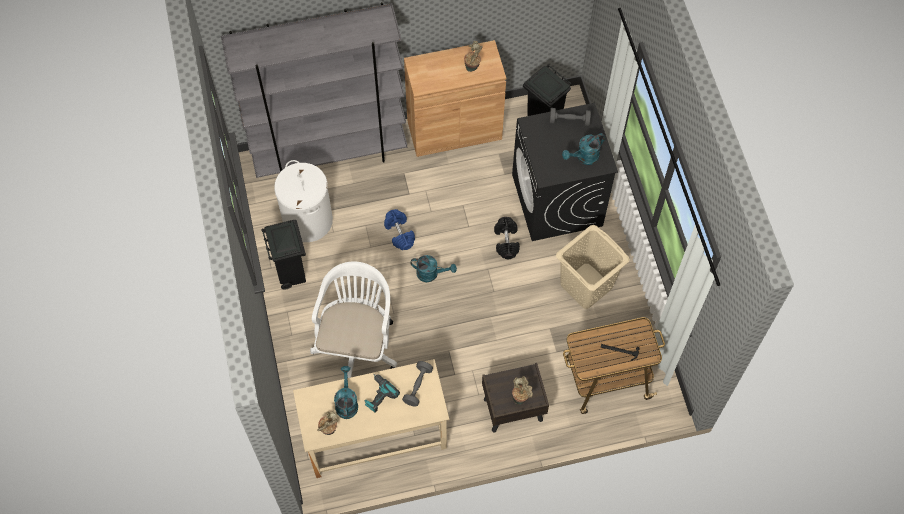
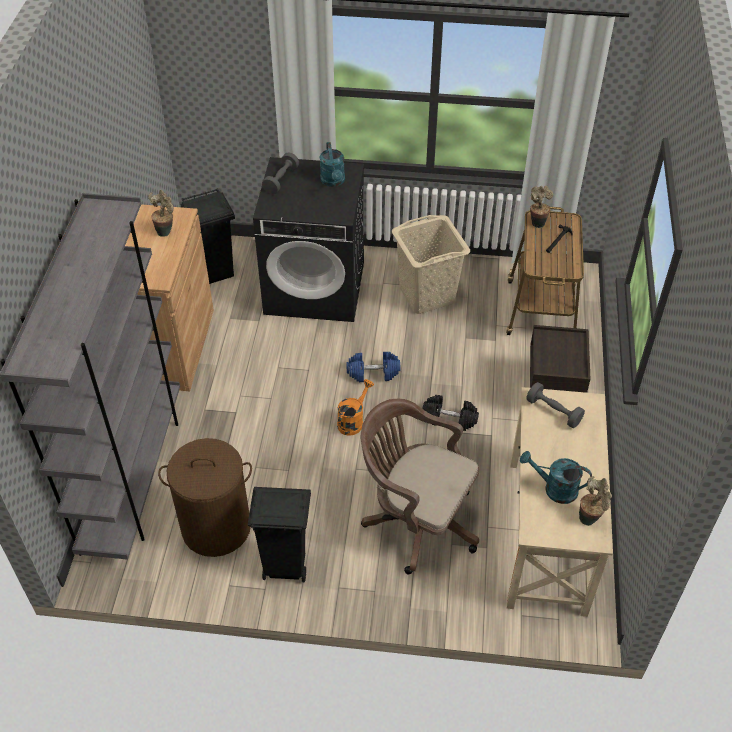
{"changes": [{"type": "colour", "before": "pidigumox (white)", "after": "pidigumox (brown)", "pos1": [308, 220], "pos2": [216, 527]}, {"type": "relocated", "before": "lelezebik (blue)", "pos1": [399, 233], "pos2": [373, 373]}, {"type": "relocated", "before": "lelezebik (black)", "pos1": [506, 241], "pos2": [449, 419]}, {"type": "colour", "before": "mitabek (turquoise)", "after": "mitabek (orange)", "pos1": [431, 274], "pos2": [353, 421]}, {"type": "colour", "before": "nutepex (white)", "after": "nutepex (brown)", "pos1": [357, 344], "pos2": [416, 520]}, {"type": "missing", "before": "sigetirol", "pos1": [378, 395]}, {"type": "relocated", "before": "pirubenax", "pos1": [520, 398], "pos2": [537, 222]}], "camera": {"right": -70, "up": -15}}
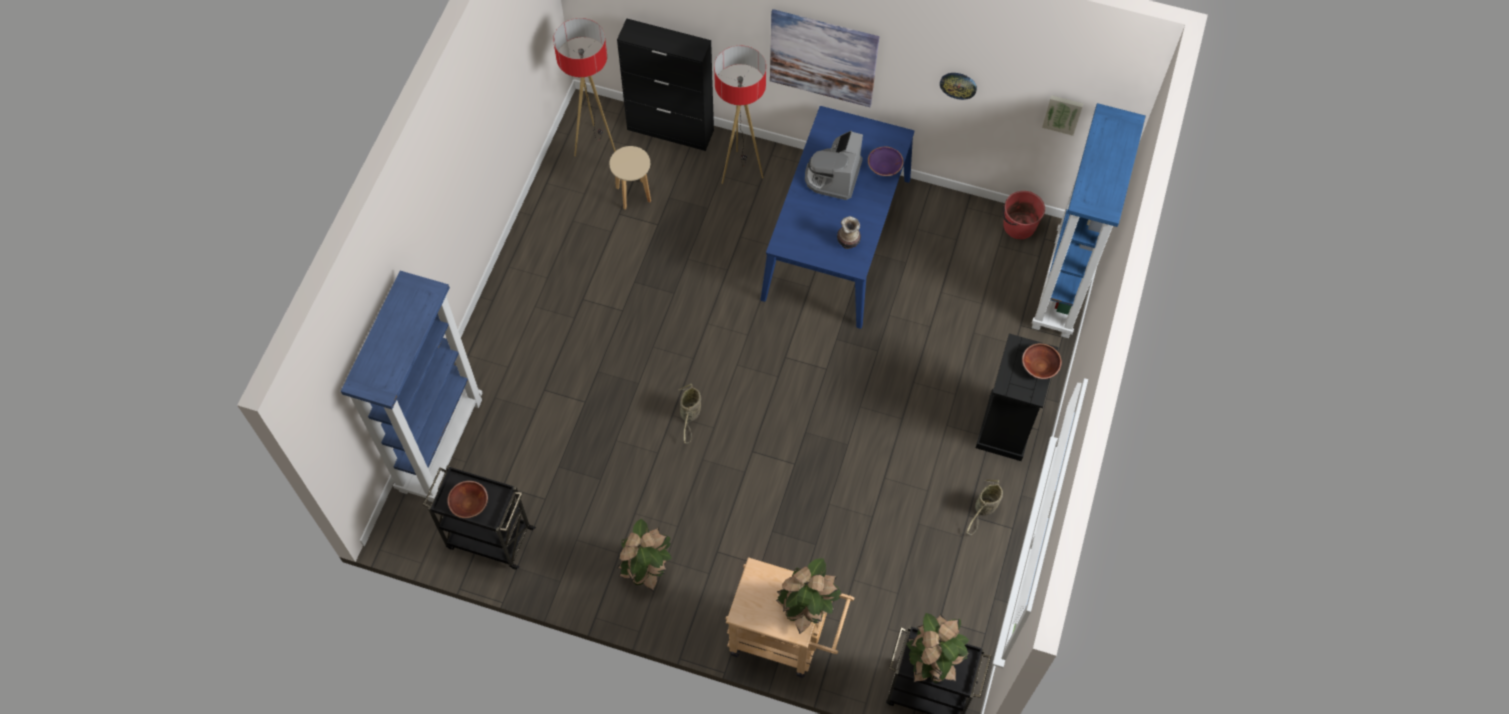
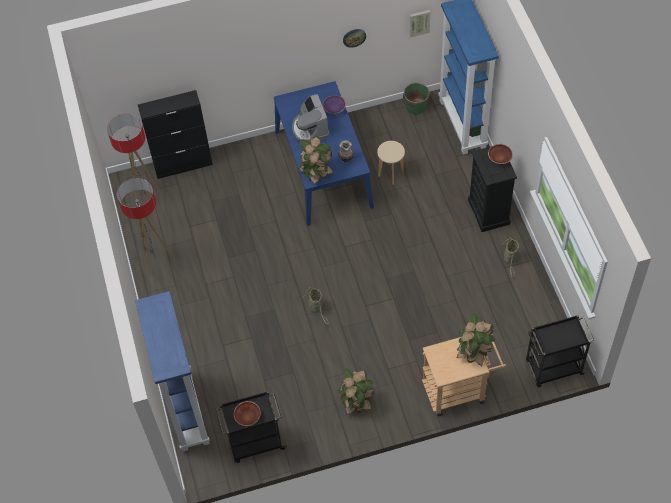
{"changes": [{"type": "missing", "before": "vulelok", "pos1": [823, 57]}, {"type": "relocated", "before": "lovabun", "pos1": [740, 170], "pos2": [155, 260]}, {"type": "relocated", "before": "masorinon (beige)", "pos1": [633, 195], "pos2": [391, 174]}, {"type": "colour", "before": "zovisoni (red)", "after": "zovisoni (green)", "pos1": [1018, 225], "pos2": [415, 106]}, {"type": "relocated", "before": "pirubenax", "pos1": [932, 661], "pos2": [317, 173]}], "camera": {"right": -30, "up": -5}}
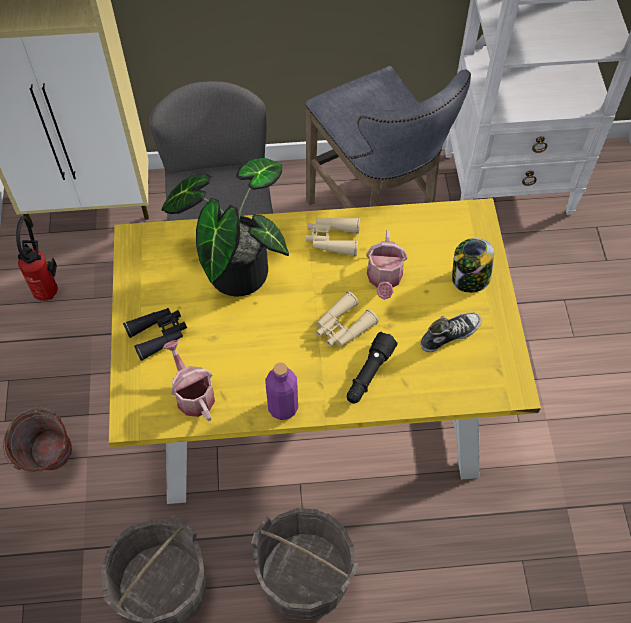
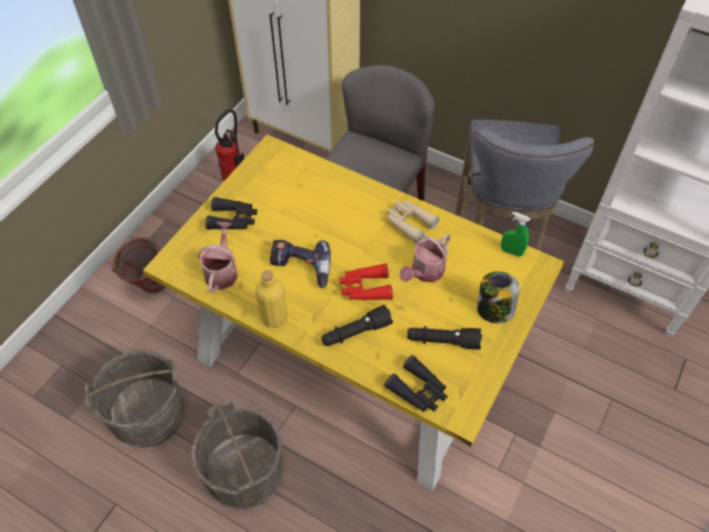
{"changes": [{"type": "missing", "before": "pirubenax", "pos1": [234, 266]}, {"type": "colour", "before": "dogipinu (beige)", "after": "dogipinu (red)", "pos1": [343, 327], "pos2": [365, 288]}, {"type": "exchanged", "before": "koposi", "after": "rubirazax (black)", "pos1": [449, 334], "pos2": [442, 341]}, {"type": "colour", "before": "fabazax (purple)", "after": "fabazax (yellow)", "pos1": [283, 407], "pos2": [274, 317]}, {"type": "appeared", "after": "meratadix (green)", "pos2": [511, 252]}, {"type": "appeared", "after": "sigetirol", "pos2": [301, 268]}, {"type": "appeared", "after": "dogipinu (black)", "pos2": [418, 390]}], "camera": {"right": 35, "up": -5}}
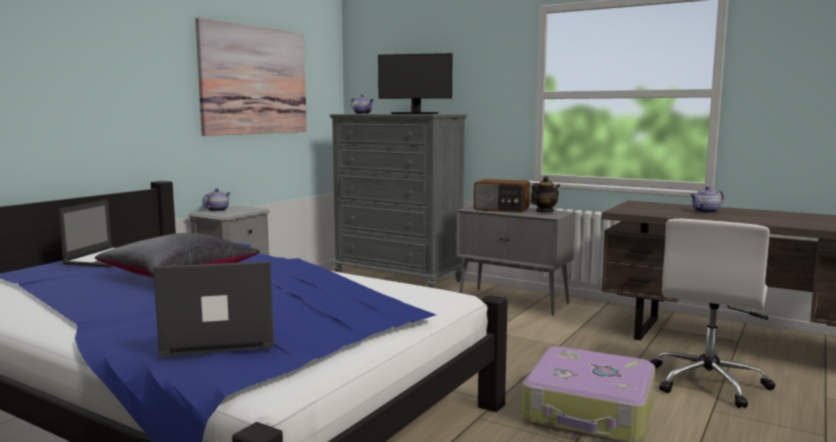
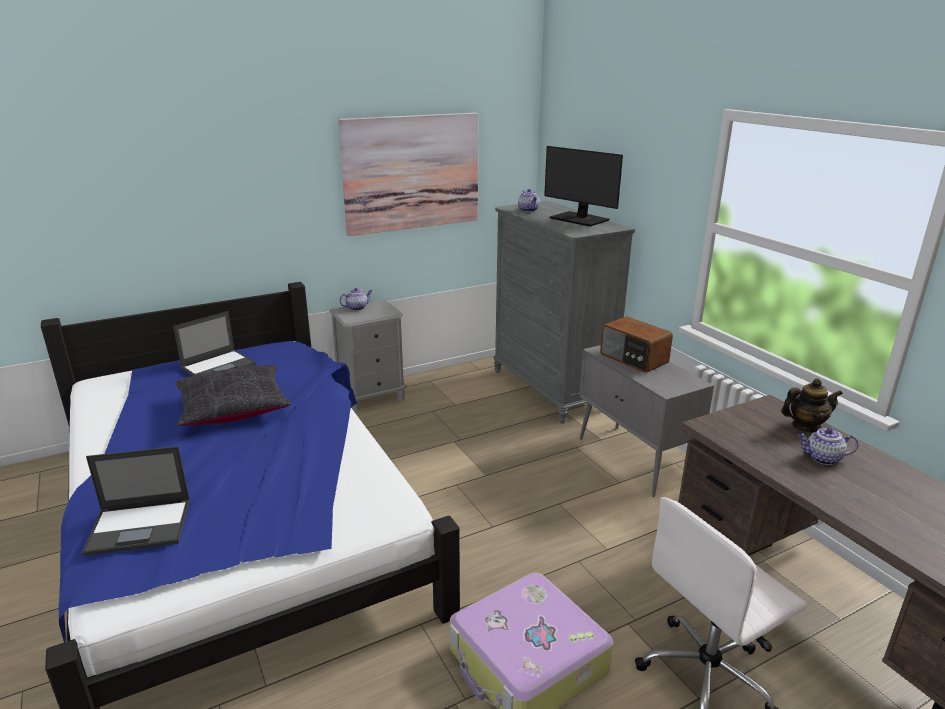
{"changes": [{"type": "relocated", "before": "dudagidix", "pos1": [544, 211], "pos2": [805, 426]}, {"type": "spun", "before": "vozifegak", "pos1": [218, 337], "pos2": [141, 526], "turn": 150}], "camera": {"right": 30, "up": 15}}
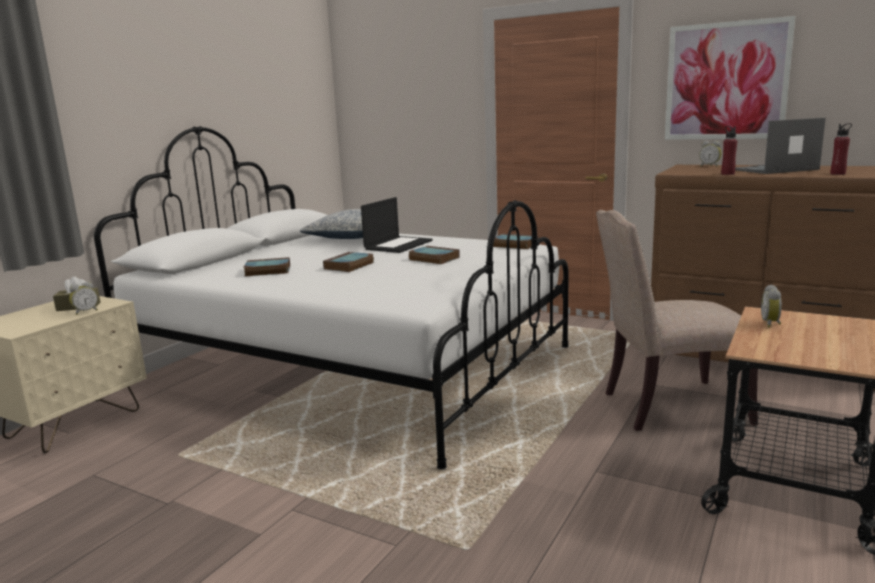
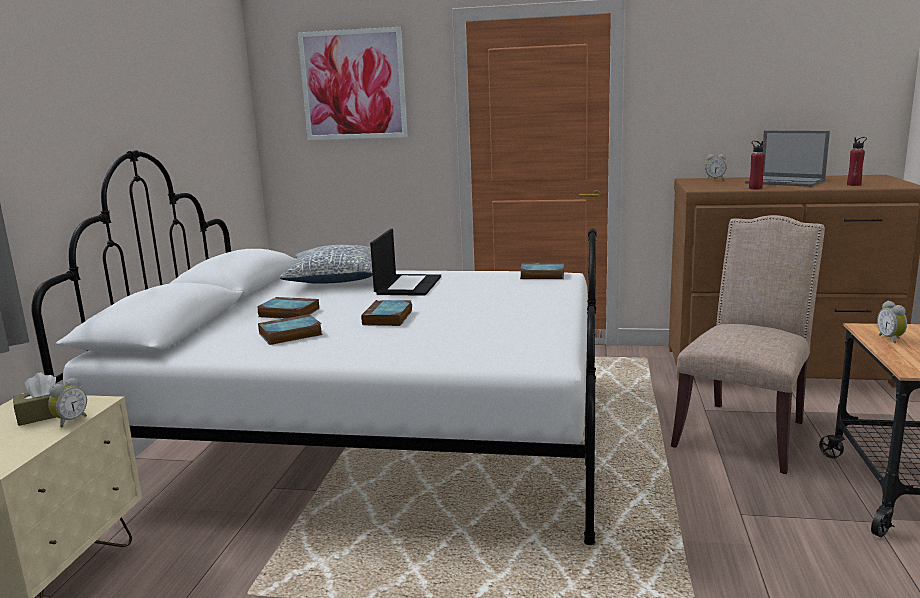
{"changes": [{"type": "relocated", "before": "vulelok", "pos1": [726, 81], "pos2": [353, 85]}, {"type": "spun", "before": "vozifegak", "pos1": [774, 169], "pos2": [786, 182], "turn": -105}, {"type": "spun", "before": "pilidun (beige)", "pos1": [668, 407], "pos2": [744, 432], "turn": 150}, {"type": "relocated", "before": "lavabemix", "pos1": [433, 259], "pos2": [287, 313]}], "camera": {"right": -20, "up": 0}}
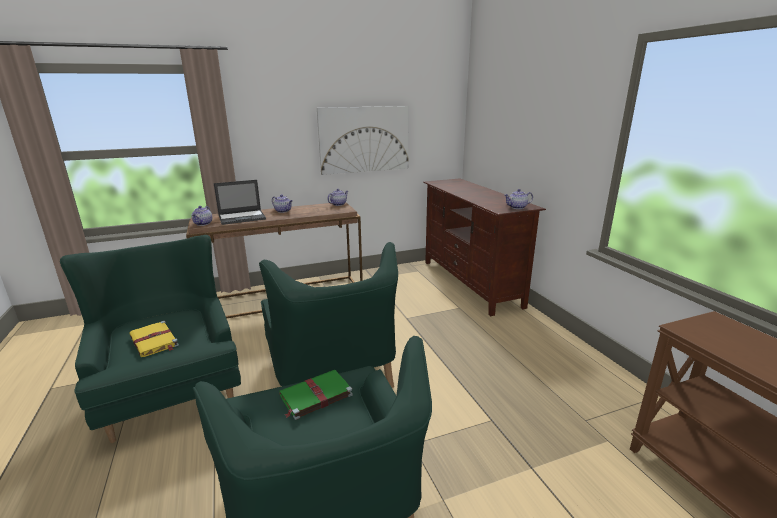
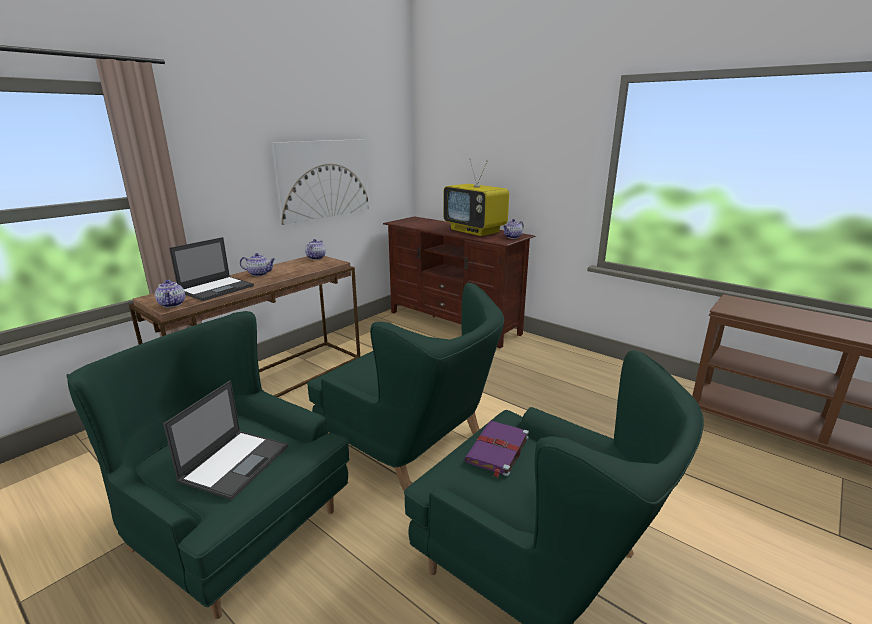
{"changes": [{"type": "exchanged", "before": "lavabemix (yellow)", "after": "vozifegak", "pos1": [154, 341], "pos2": [235, 462]}, {"type": "colour", "before": "lavabemix (green)", "after": "lavabemix (purple)", "pos1": [315, 395], "pos2": [497, 450]}, {"type": "appeared", "after": "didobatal", "pos2": [475, 231]}], "camera": {"right": -30, "up": 0}}
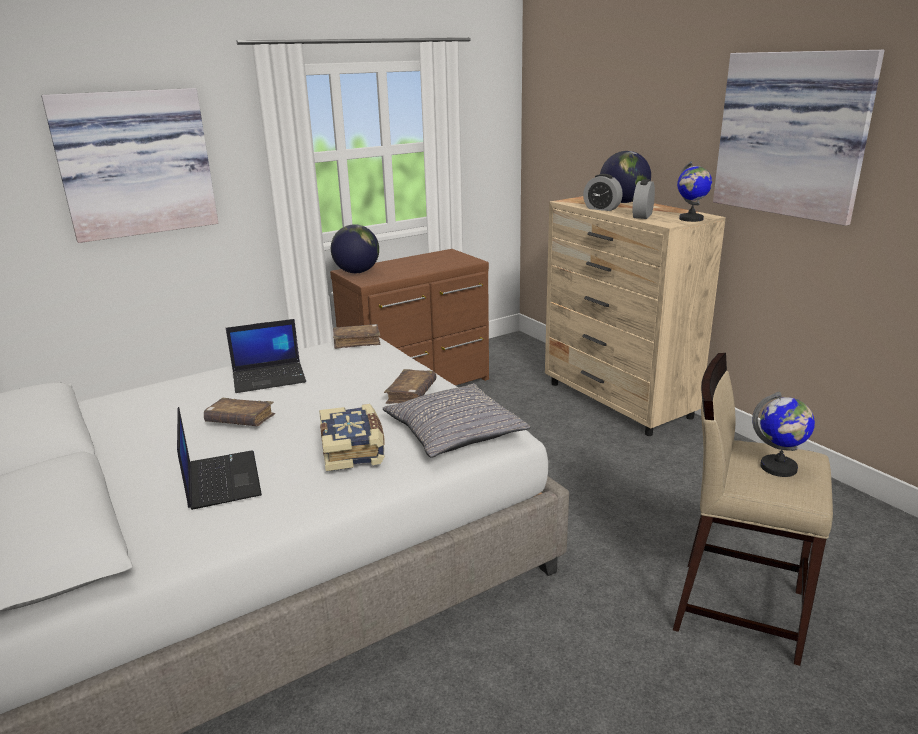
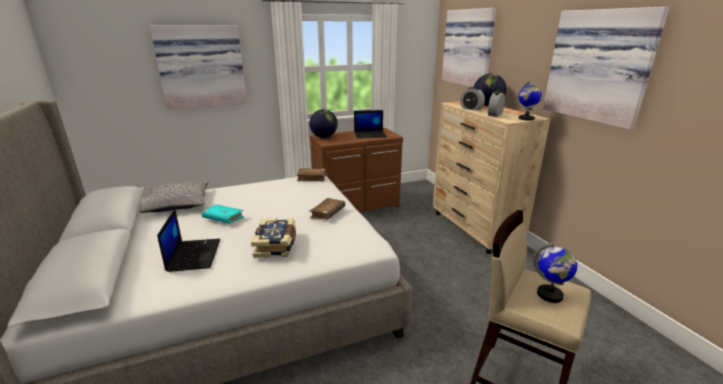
{"changes": [{"type": "relocated", "before": "vozifegak", "pos1": [270, 377], "pos2": [370, 135]}, {"type": "relocated", "before": "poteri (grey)", "pos1": [454, 432], "pos2": [178, 204]}, {"type": "colour", "before": "lavabemix (brown)", "after": "lavabemix (turquoise)", "pos1": [240, 420], "pos2": [223, 219]}, {"type": "appeared", "after": "vulelok", "pos2": [469, 48]}], "camera": {"right": 10, "up": 0}}
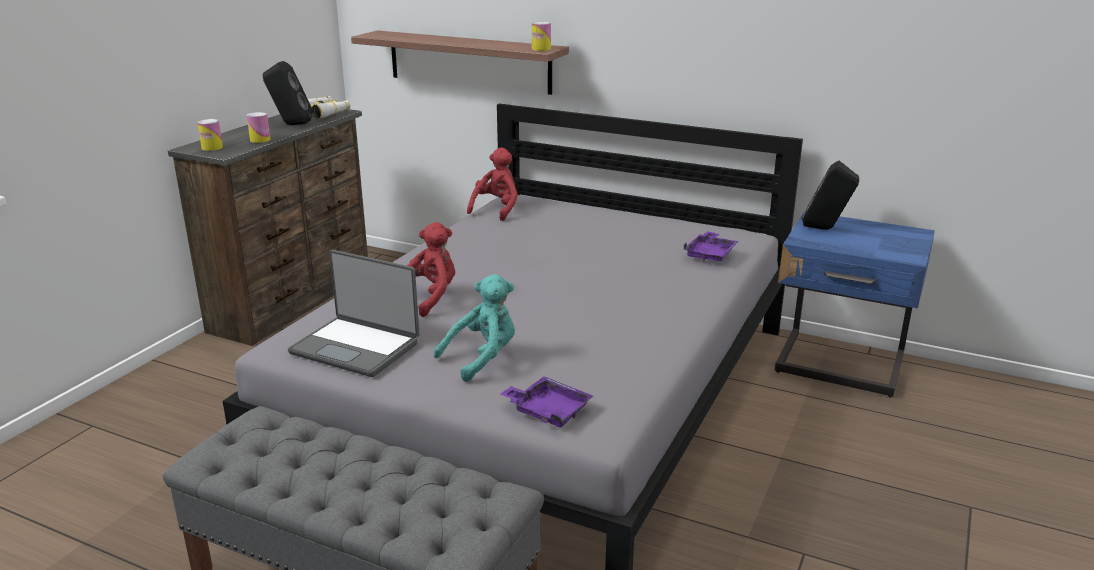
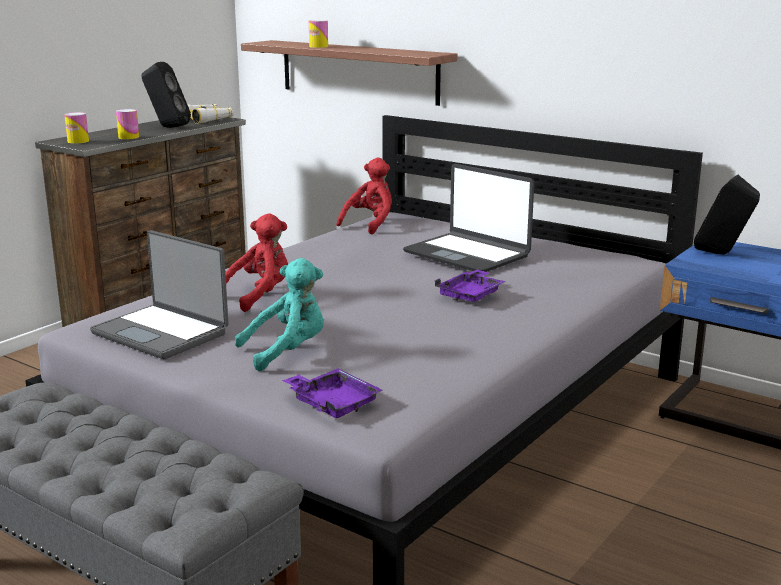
{"changes": [{"type": "relocated", "before": "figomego", "pos1": [541, 49], "pos2": [318, 46]}, {"type": "relocated", "before": "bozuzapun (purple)", "pos1": [710, 254], "pos2": [471, 295]}, {"type": "appeared", "after": "vozifegak", "pos2": [467, 254]}], "camera": {"right": 10, "up": -5}}
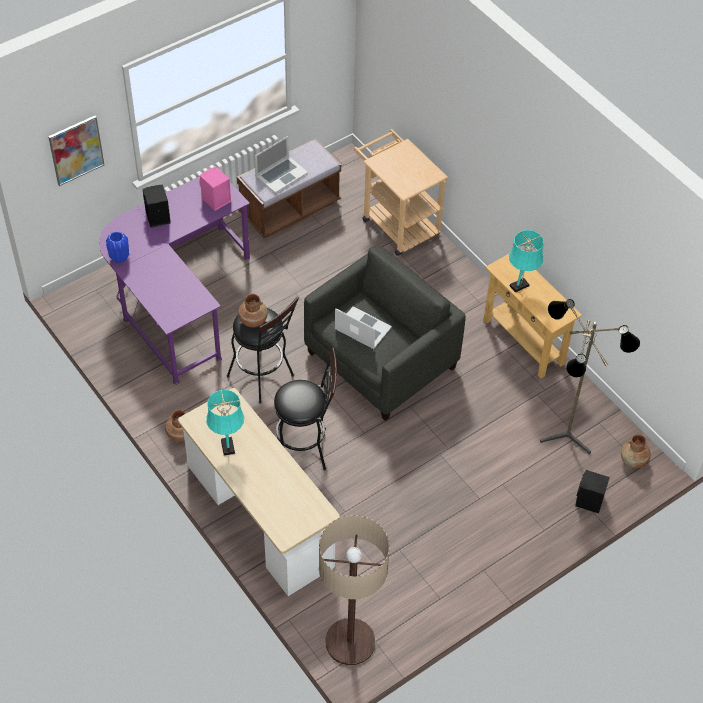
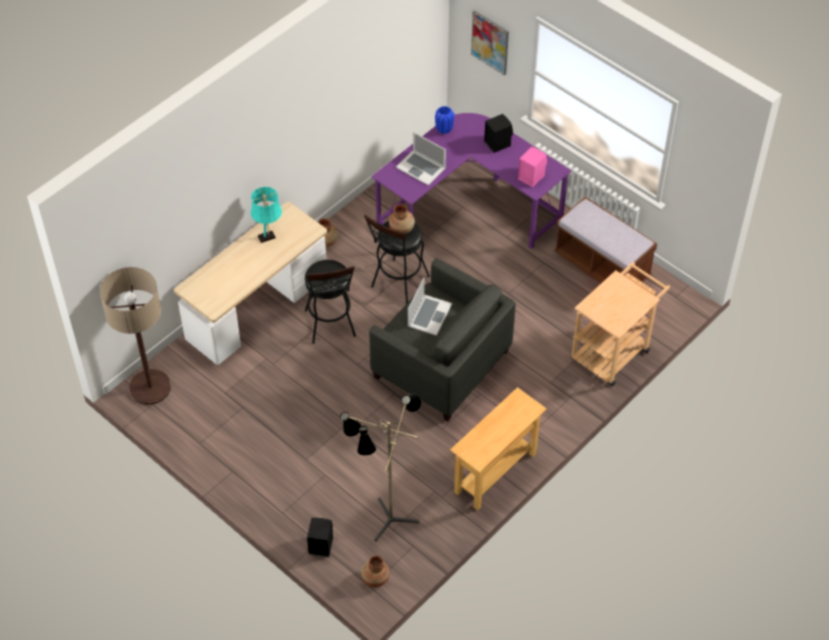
{"changes": [{"type": "relocated", "before": "vozifegak", "pos1": [281, 174], "pos2": [421, 167]}, {"type": "missing", "before": "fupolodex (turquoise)", "pos1": [521, 285]}], "camera": {"right": 80, "up": 0}}
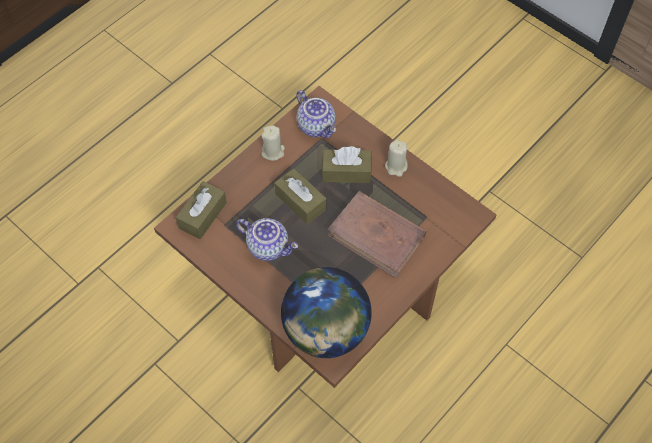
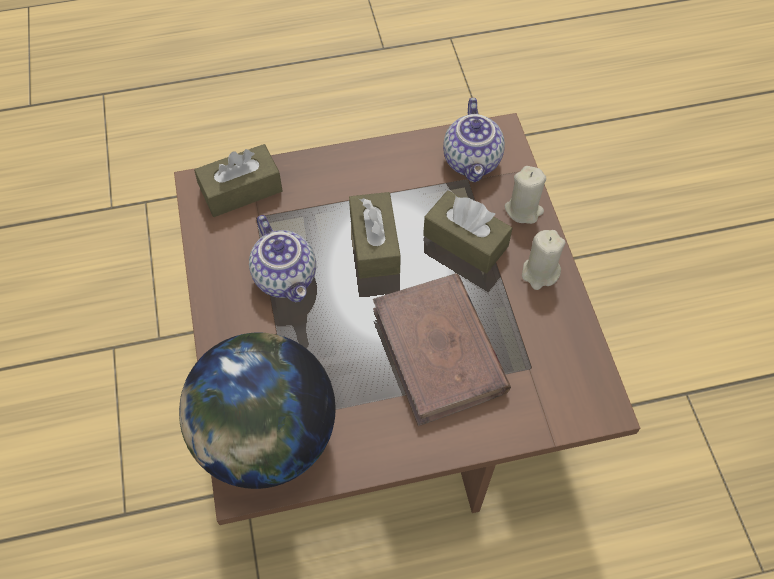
{"changes": [{"type": "relocated", "before": "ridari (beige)", "pos1": [273, 152], "pos2": [523, 210]}], "camera": {"right": 35, "up": 0}}
